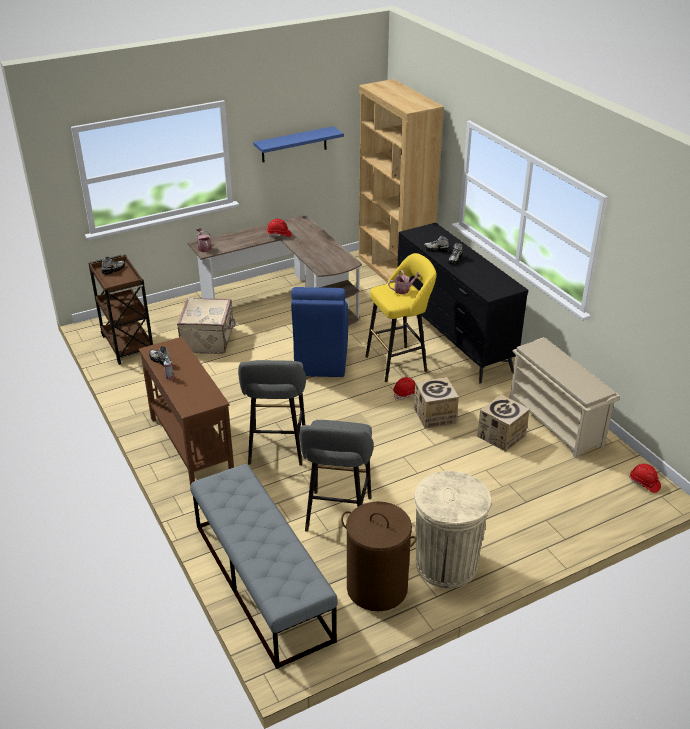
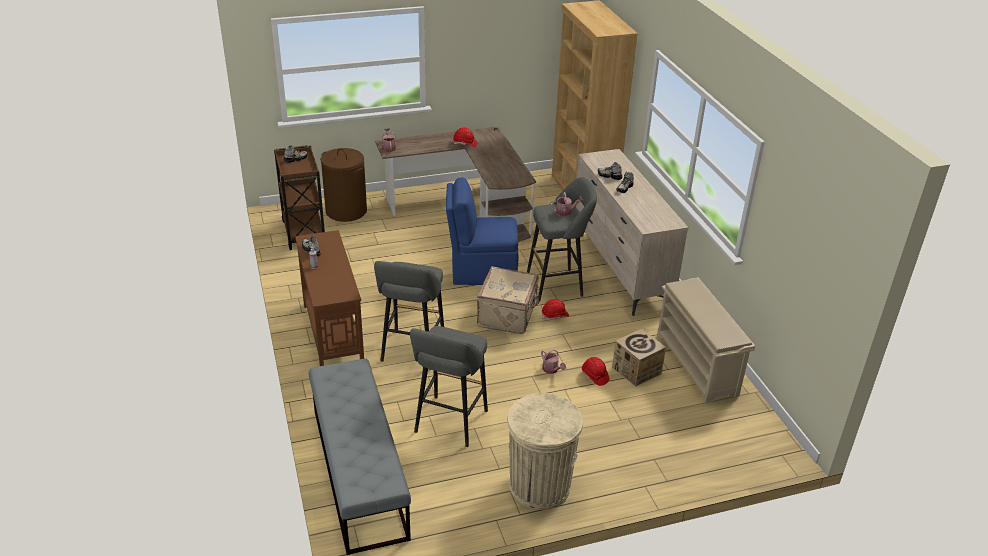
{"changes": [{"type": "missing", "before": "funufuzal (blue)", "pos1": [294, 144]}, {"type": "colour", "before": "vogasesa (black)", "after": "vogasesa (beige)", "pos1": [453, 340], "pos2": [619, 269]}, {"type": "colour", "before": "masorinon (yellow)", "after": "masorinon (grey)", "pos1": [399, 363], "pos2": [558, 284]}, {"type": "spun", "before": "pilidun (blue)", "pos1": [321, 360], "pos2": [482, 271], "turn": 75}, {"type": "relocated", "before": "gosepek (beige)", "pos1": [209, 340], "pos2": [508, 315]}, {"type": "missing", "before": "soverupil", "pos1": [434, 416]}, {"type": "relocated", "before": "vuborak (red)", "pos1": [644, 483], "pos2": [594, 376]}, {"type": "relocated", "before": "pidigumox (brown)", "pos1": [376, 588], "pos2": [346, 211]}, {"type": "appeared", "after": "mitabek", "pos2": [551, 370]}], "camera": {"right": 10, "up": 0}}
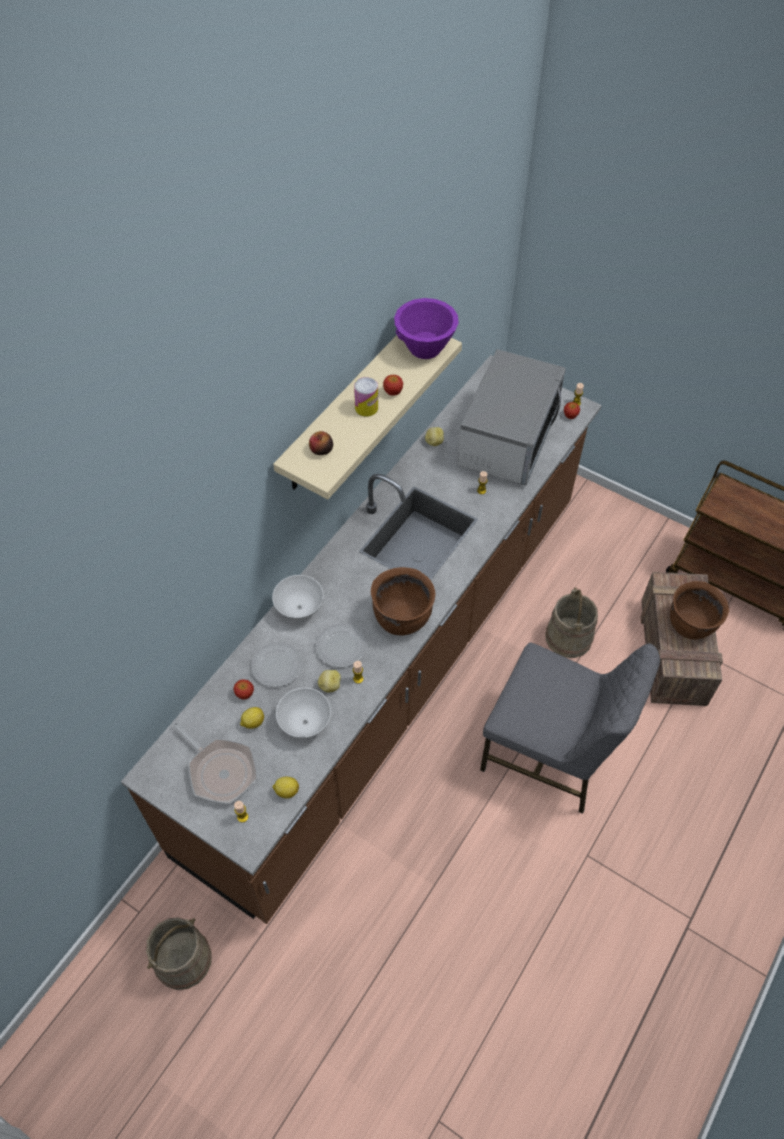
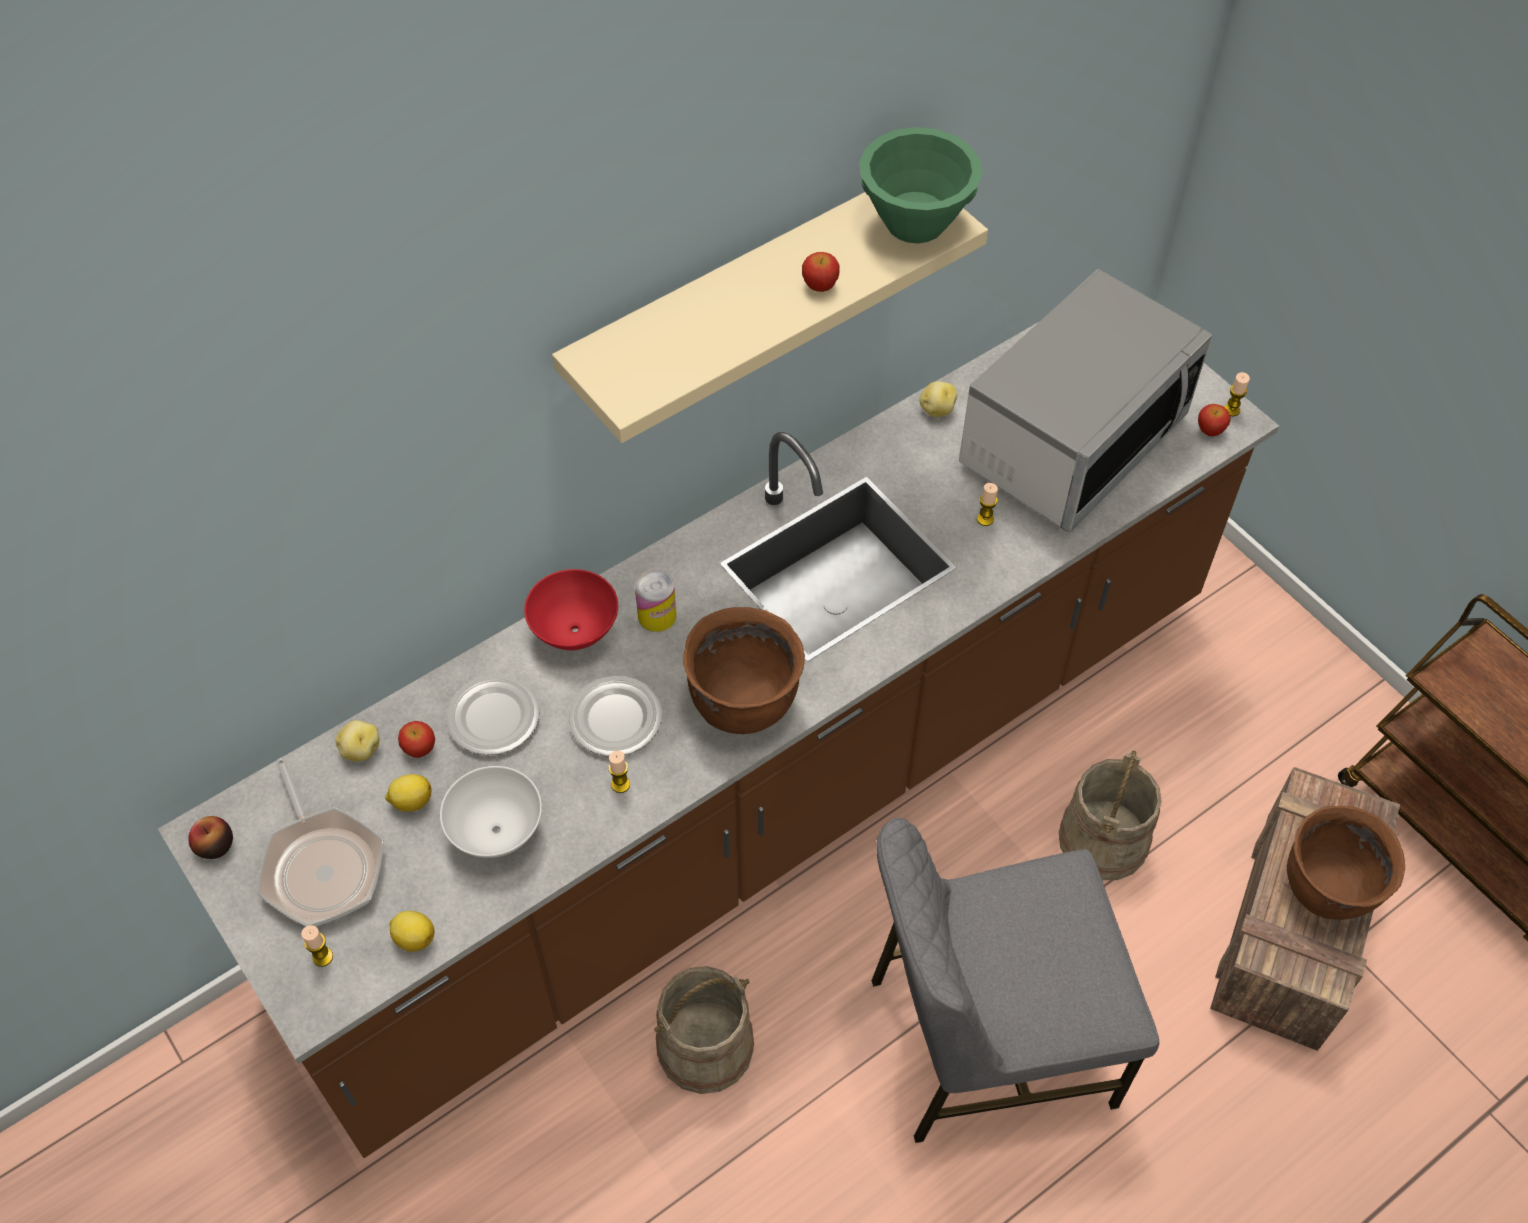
{"changes": [{"type": "colour", "before": "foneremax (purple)", "after": "foneremax (green)", "pos1": [424, 347], "pos2": [915, 222]}, {"type": "relocated", "before": "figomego", "pos1": [366, 408], "pos2": [657, 615]}, {"type": "relocated", "before": "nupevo", "pos1": [321, 450], "pos2": [215, 845]}, {"type": "colour", "before": "foneremax (white)", "after": "foneremax (red)", "pos1": [299, 608], "pos2": [574, 630]}, {"type": "spun", "before": "pilidun (grey)", "pos1": [551, 753], "pos2": [985, 1038], "turn": 120}, {"type": "relocated", "before": "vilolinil", "pos1": [329, 685], "pos2": [360, 749]}, {"type": "relocated", "before": "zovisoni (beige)", "pos1": [183, 960], "pos2": [705, 1047]}], "camera": {"right": 20, "up": 0}}
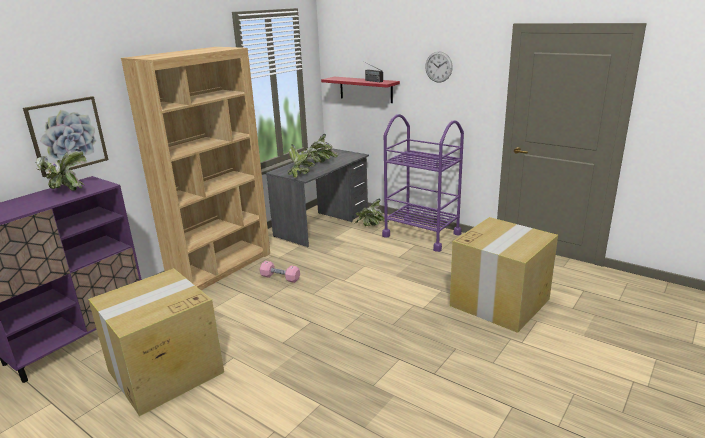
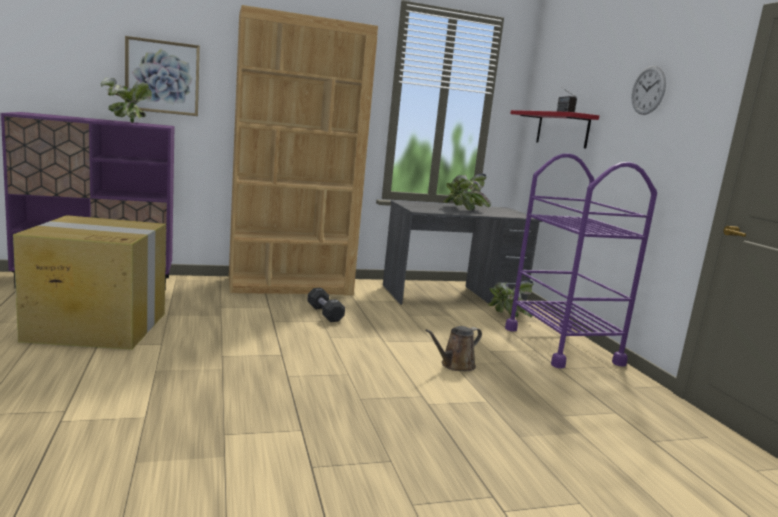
{"changes": [{"type": "missing", "before": "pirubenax", "pos1": [302, 174]}, {"type": "missing", "before": "soverupil", "pos1": [500, 302]}, {"type": "colour", "before": "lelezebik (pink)", "after": "lelezebik (black)", "pos1": [280, 278], "pos2": [325, 313]}, {"type": "appeared", "after": "mitabek (brown)", "pos2": [455, 365]}], "camera": {"right": 35, "up": -10}}
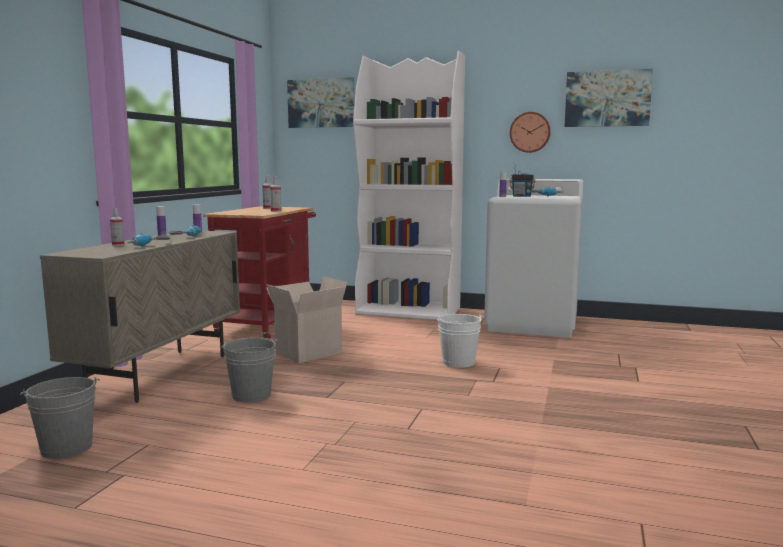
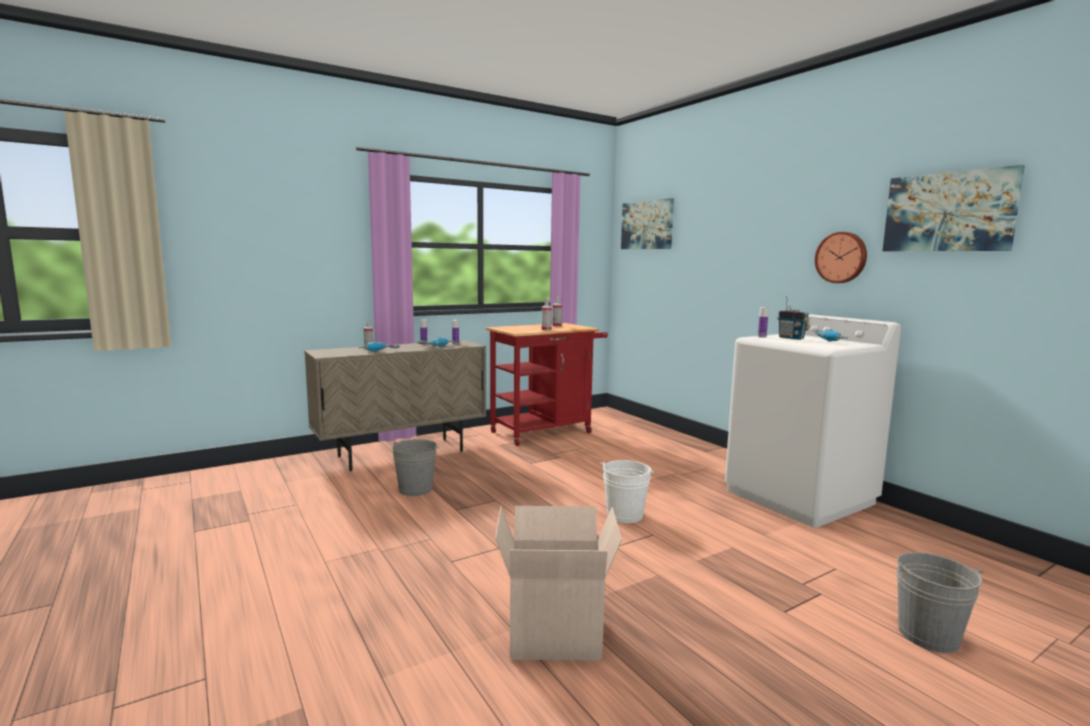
{"changes": [{"type": "missing", "before": "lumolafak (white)", "pos1": [409, 311]}, {"type": "relocated", "before": "soverupil", "pos1": [308, 352], "pos2": [556, 632]}, {"type": "relocated", "before": "zovisoni (grey)", "pos1": [66, 448], "pos2": [928, 635]}], "camera": {"right": 40, "up": 0}}
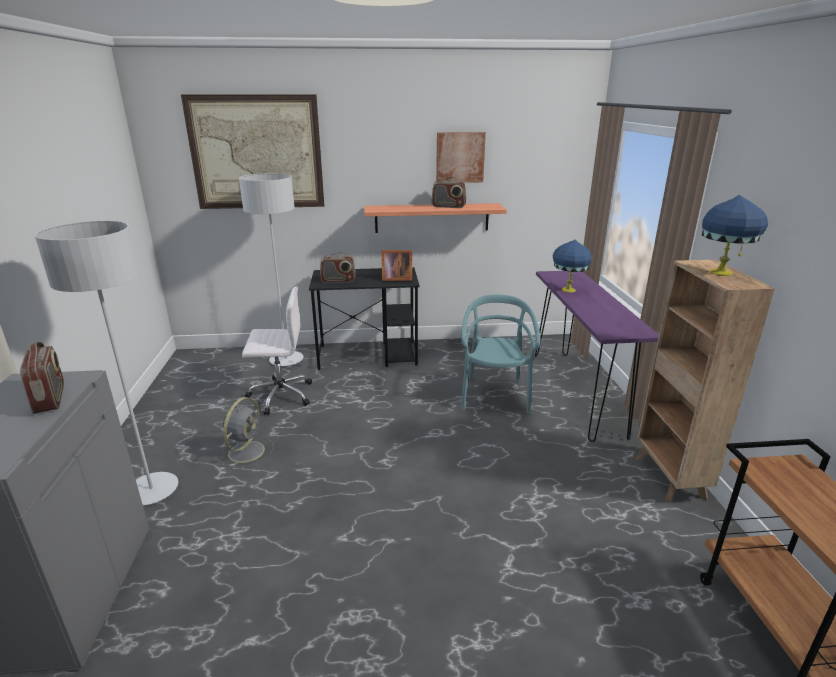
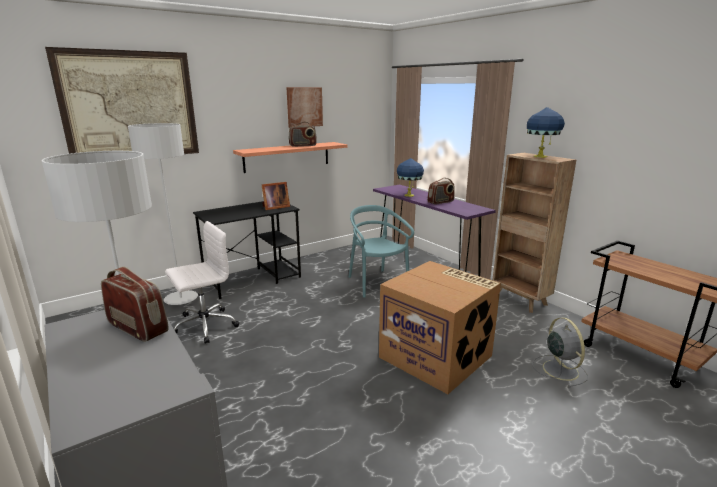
{"changes": [{"type": "relocated", "before": "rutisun", "pos1": [338, 281], "pos2": [440, 202]}, {"type": "relocated", "before": "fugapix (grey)", "pos1": [247, 450], "pos2": [559, 369]}, {"type": "appeared", "after": "soverupil", "pos2": [437, 356]}], "camera": {"right": -30, "up": -5}}
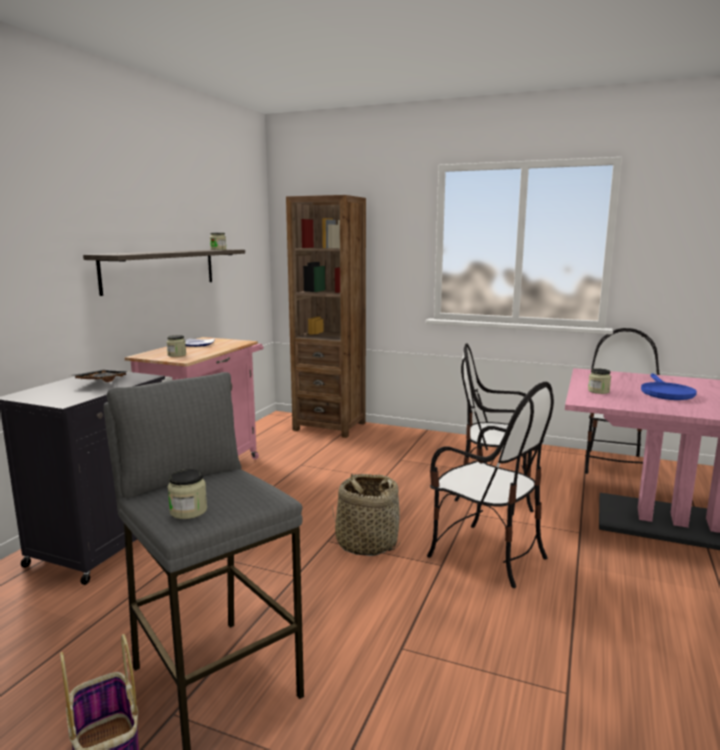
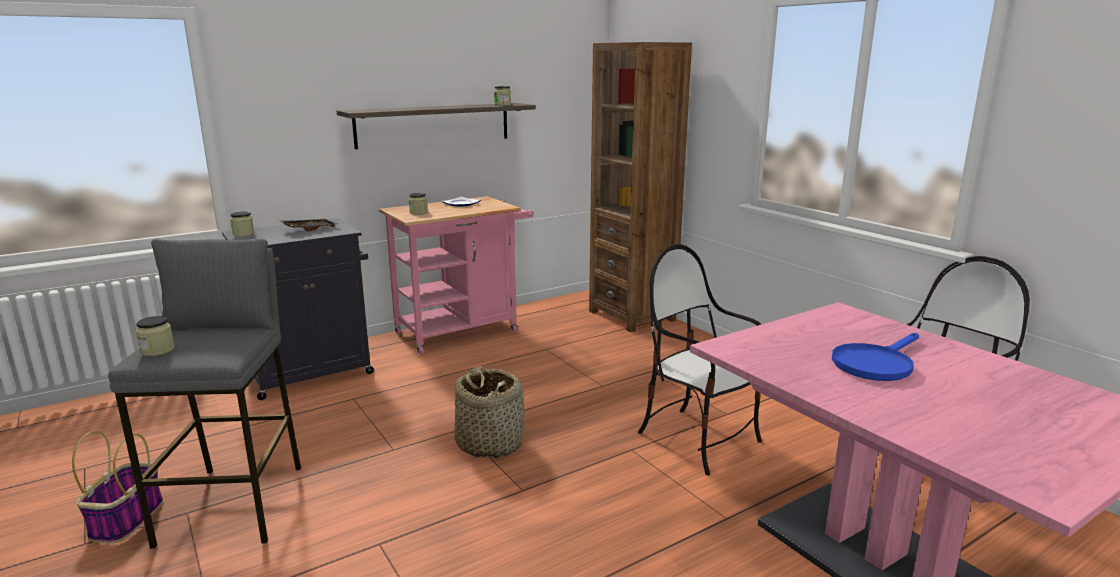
{"changes": [{"type": "relocated", "before": "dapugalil", "pos1": [598, 391], "pos2": [243, 234]}, {"type": "missing", "before": "pilidun", "pos1": [486, 555]}], "camera": {"right": 35, "up": 5}}
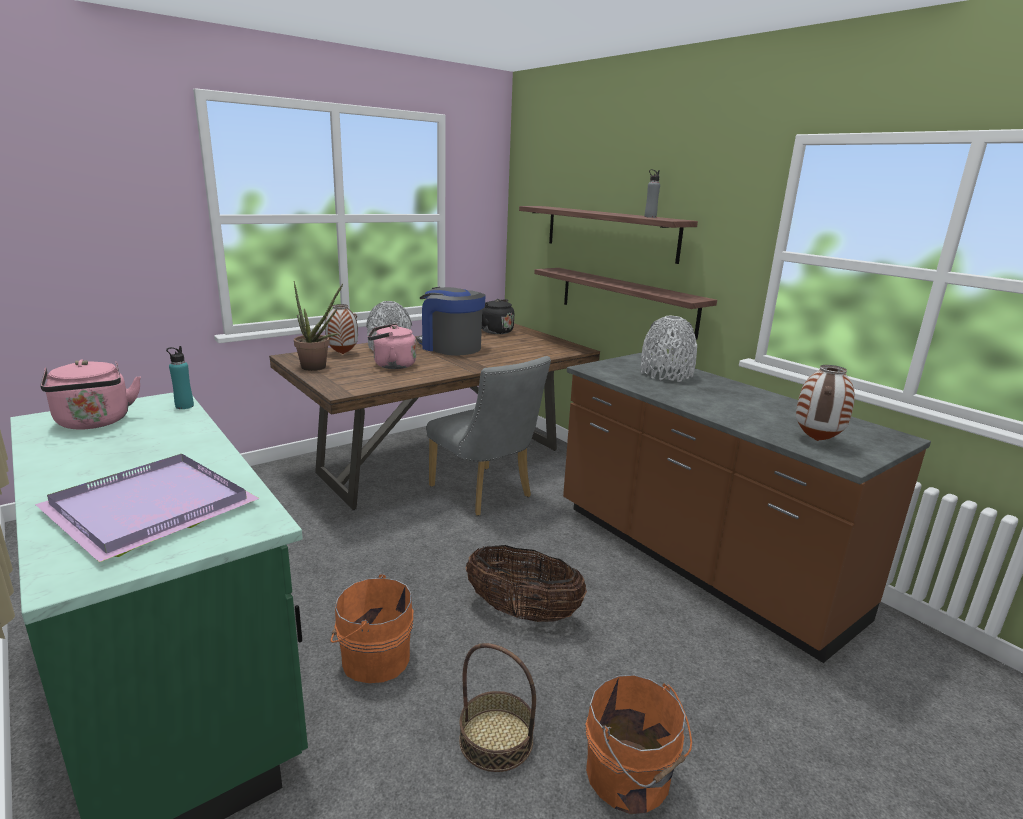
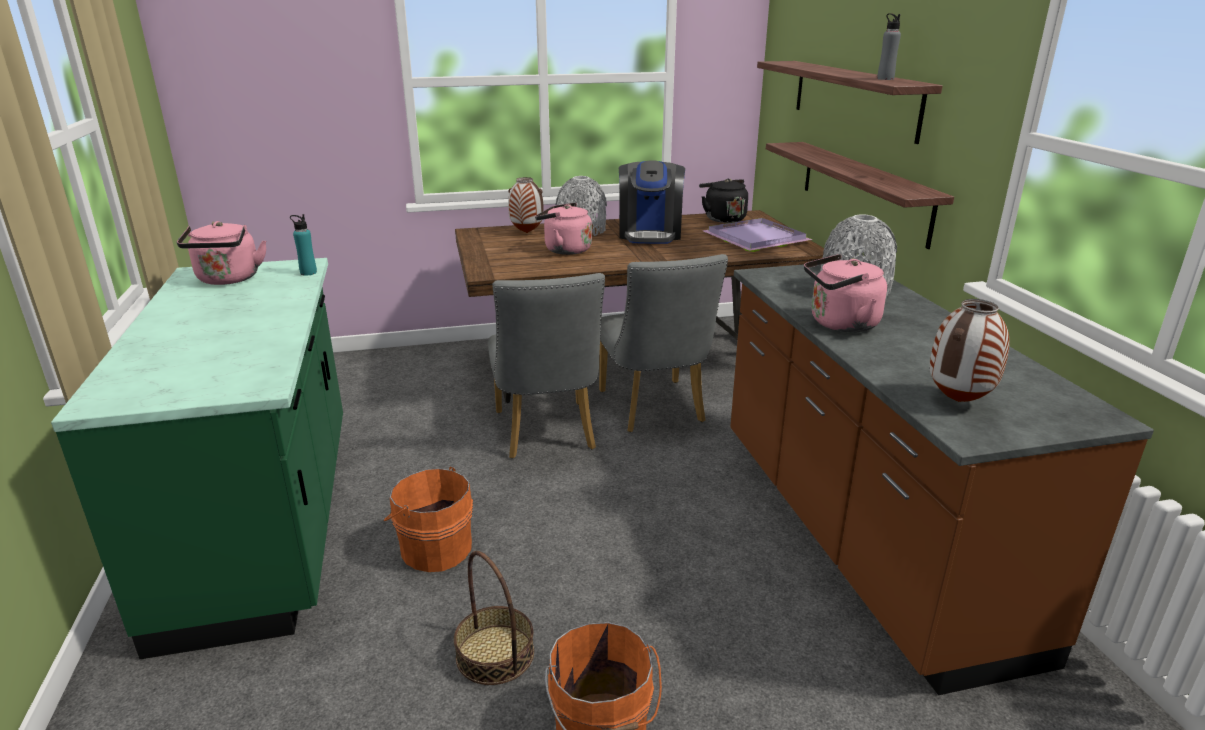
{"changes": [{"type": "missing", "before": "pirubenax", "pos1": [318, 368]}, {"type": "spun", "before": "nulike", "pos1": [450, 347], "pos2": [650, 234], "turn": -150}, {"type": "relocated", "before": "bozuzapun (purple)", "pos1": [149, 510], "pos2": [755, 239]}, {"type": "missing", "before": "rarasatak", "pos1": [523, 612]}, {"type": "appeared", "after": "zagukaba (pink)", "pos2": [840, 324]}, {"type": "appeared", "after": "pilidun (grey)", "pos2": [547, 434]}], "camera": {"right": 25, "up": 5}}
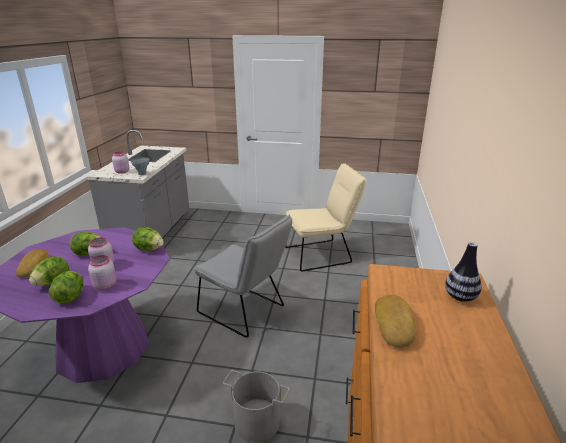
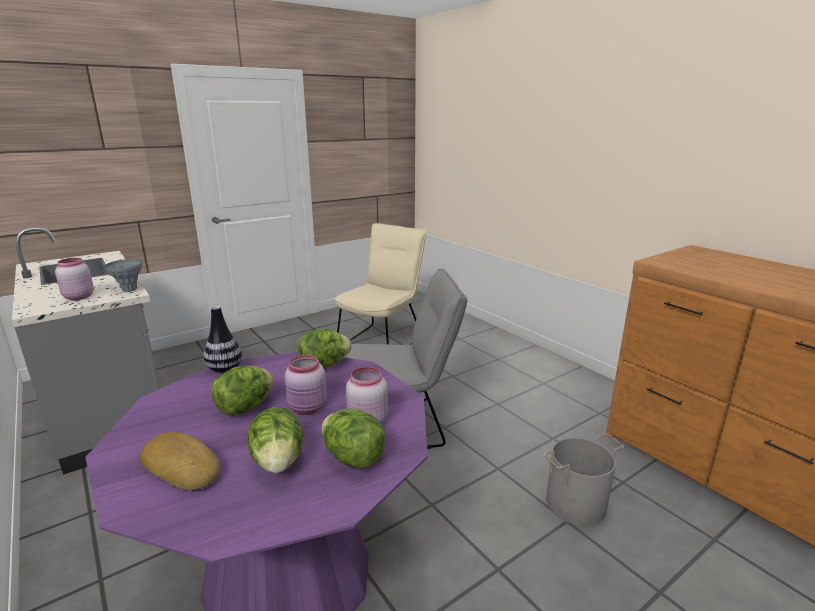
{"changes": [{"type": "relocated", "before": "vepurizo", "pos1": [460, 297], "pos2": [225, 369]}, {"type": "missing", "before": "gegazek", "pos1": [395, 324]}], "camera": {"right": -45, "up": -5}}
